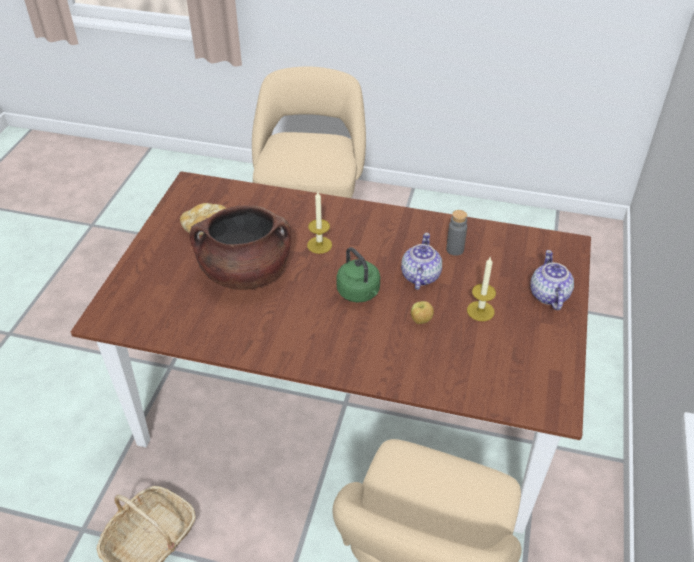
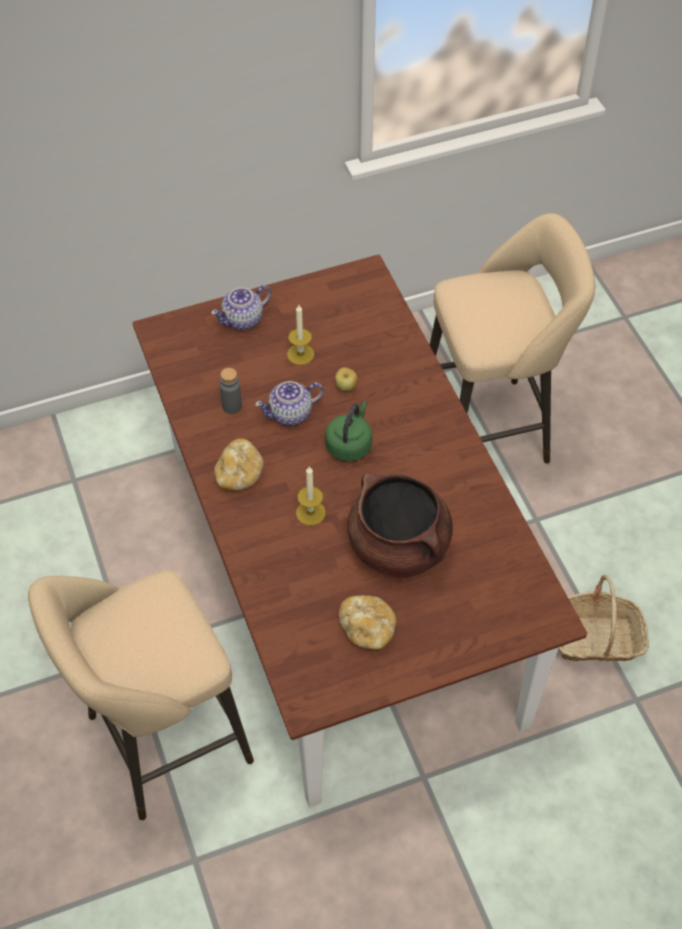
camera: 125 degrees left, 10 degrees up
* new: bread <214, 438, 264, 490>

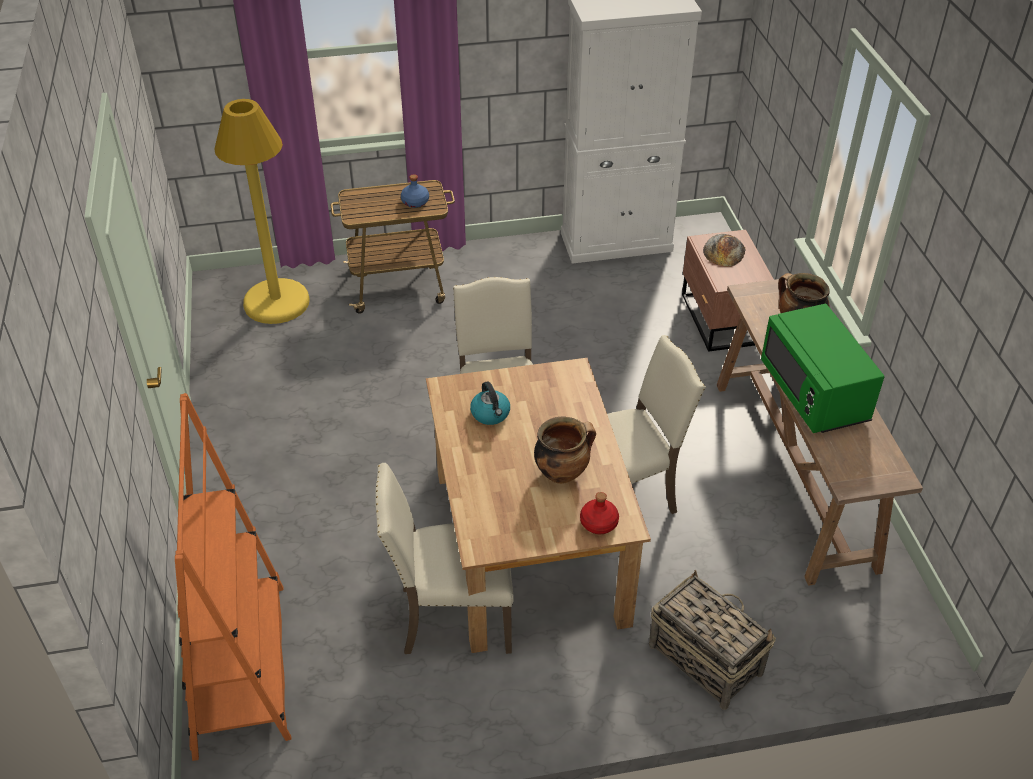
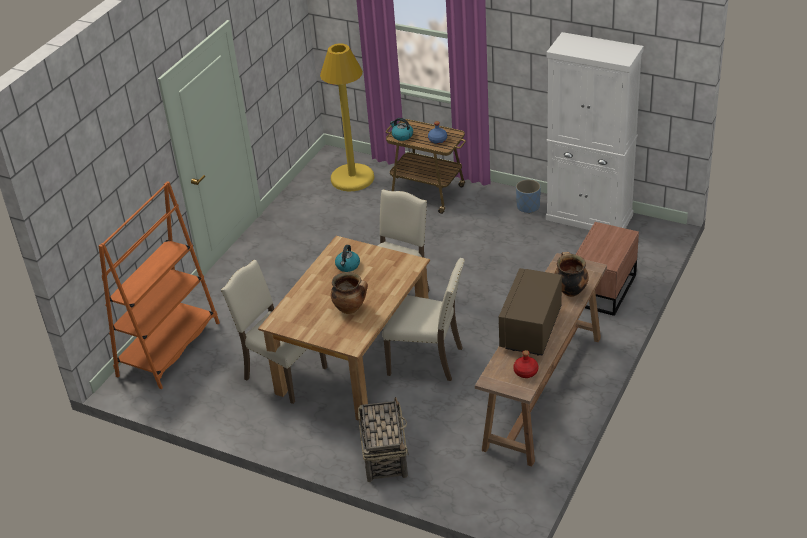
camera: 40 degrees right, 5 degrees down
* shifted: red bottle <580, 492, 619, 534> to <513, 350, 538, 378>
* gone: bread <703, 234, 745, 267>
* repainted: green microwave <761, 304, 884, 433> to brown microwave <498, 268, 562, 356>
* new: kettle <390, 118, 413, 141>
* new: blue planter <516, 179, 541, 214>

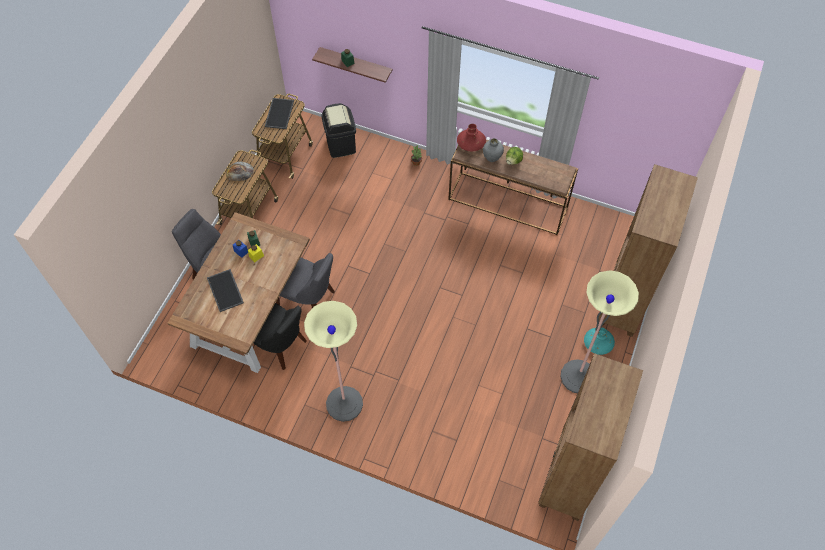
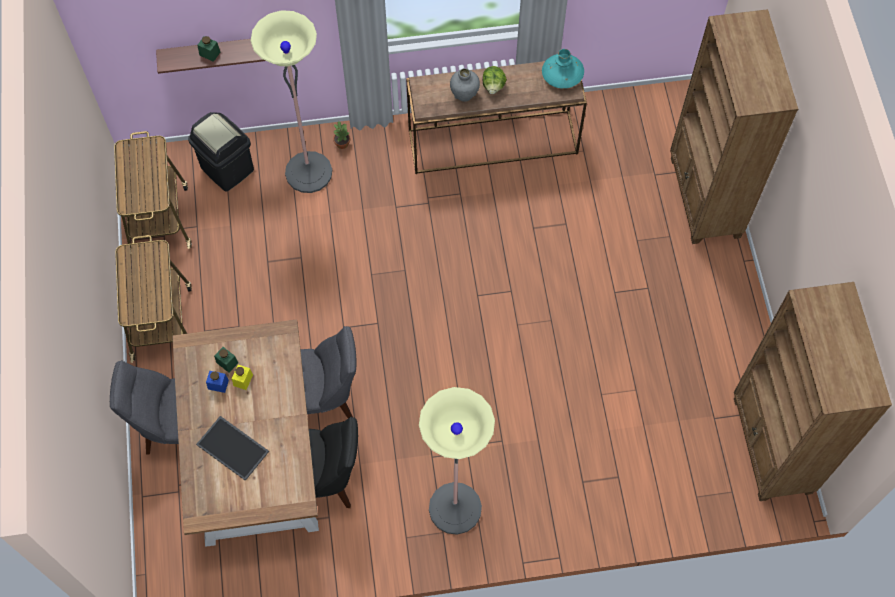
camera: 30 degrees left, 5 degrees up
* gone: bread <226, 162, 254, 181>
* gone: tray <265, 98, 294, 129>
* gone: red vase <457, 124, 486, 151>
* shifted: floor lamp <560, 270, 639, 393> to <251, 10, 332, 193>
* shifted: turquoise vase <584, 328, 615, 355> to <542, 49, 584, 89>

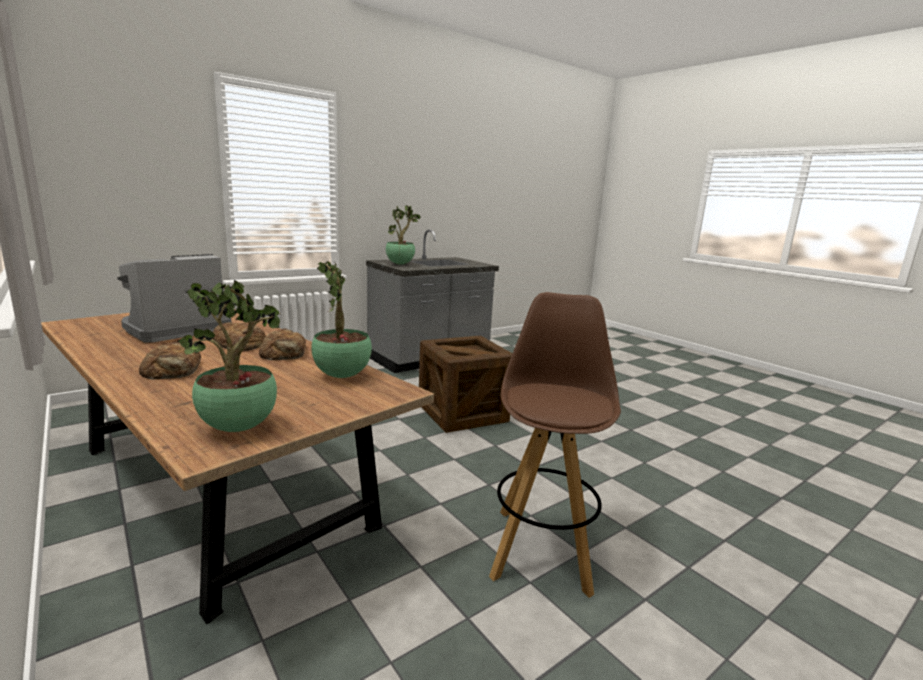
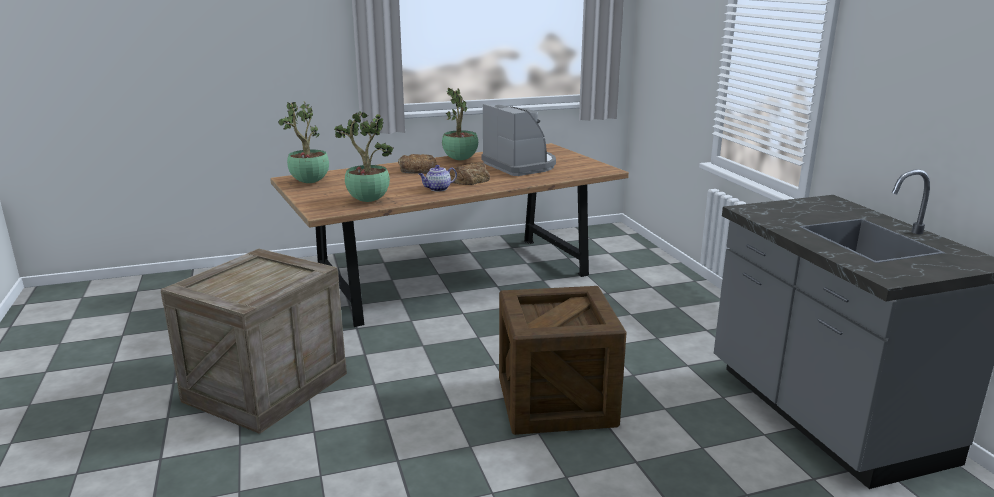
camera: 110 degrees right, 5 degrees up
* swapped: bread <259, 328, 306, 360> to teapot <418, 165, 457, 192>
* shifted: potted plant <386, 205, 421, 265> to <442, 88, 478, 160>
* swapped: brown stool <489, 292, 621, 598> to crate <161, 249, 347, 434>

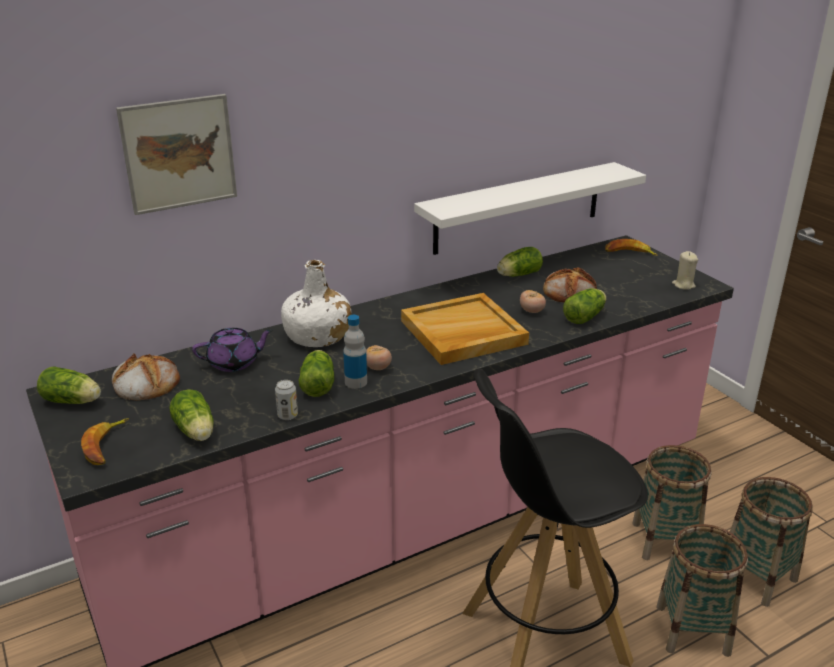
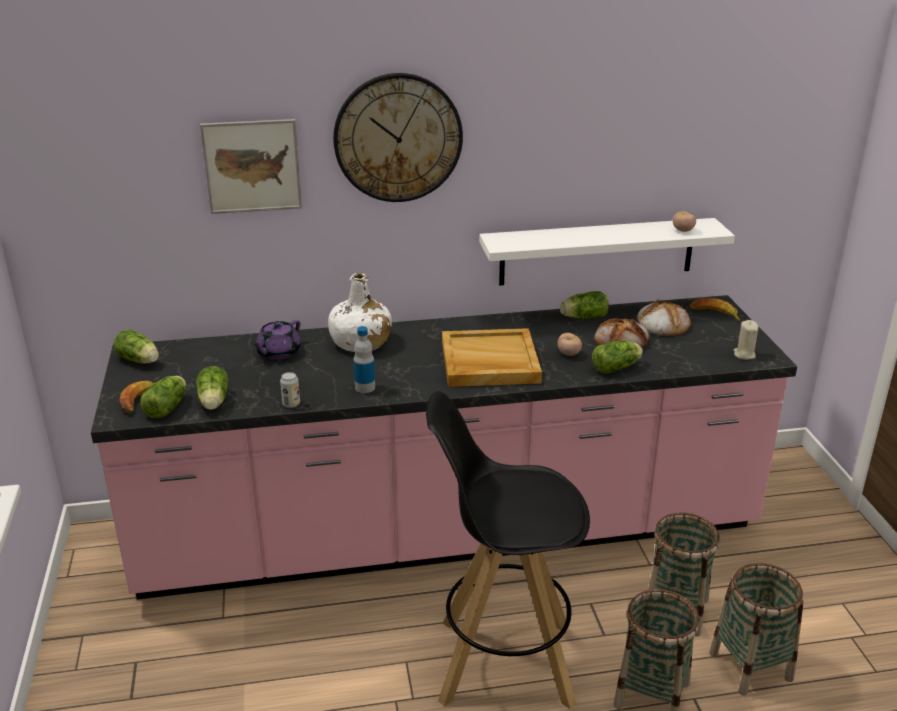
camera: 20 degrees right, 0 degrees up
* shifted: bread <112, 353, 180, 401> to <637, 299, 691, 336>
* rotated: purple teapot <192, 327, 273, 372> = <251, 320, 301, 360> 120 degrees clockwise
* shifted: lettuce <299, 350, 334, 397> to <140, 376, 186, 418>
* shifted: tomato <366, 345, 392, 370> to <673, 211, 696, 232>
* new: wall clock <333, 73, 463, 202>

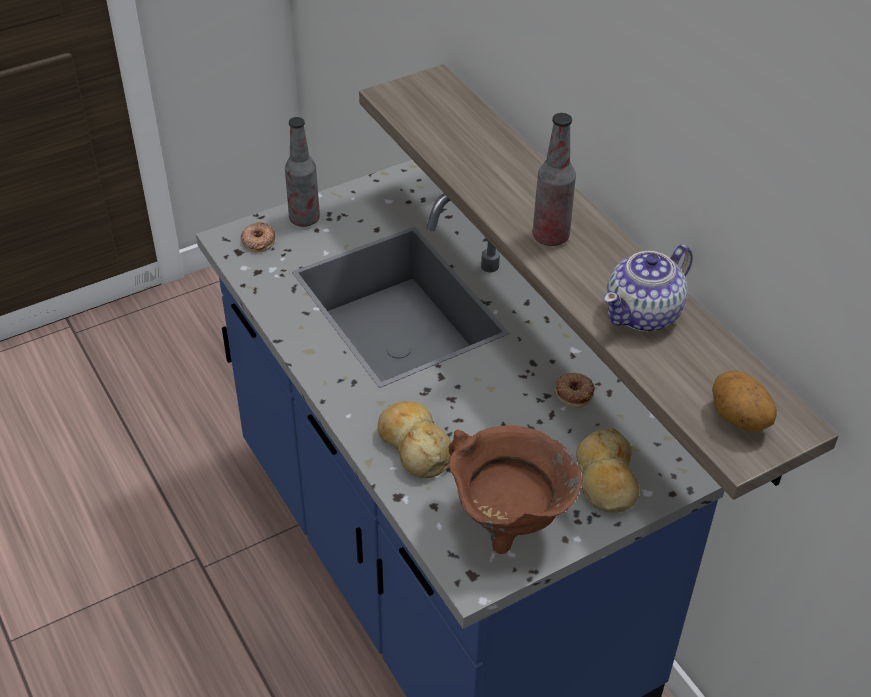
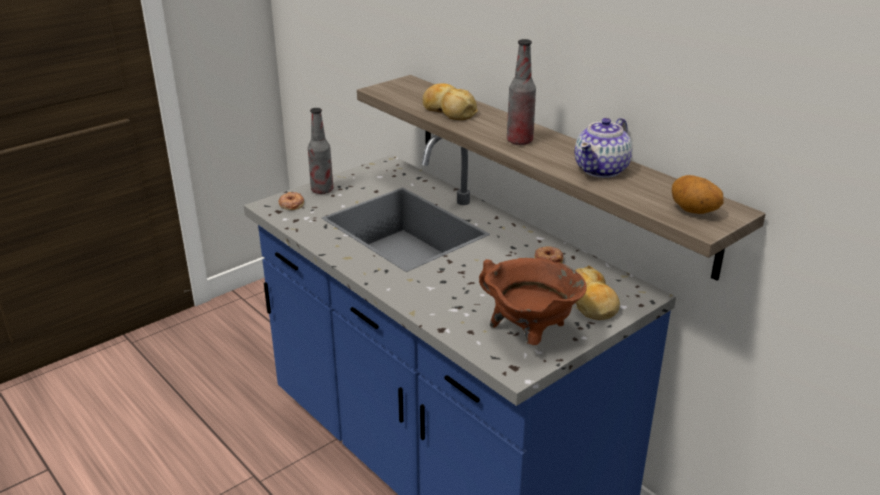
camera: 10 degrees left, 15 degrees down
* shifted: bread <378, 401, 451, 478> to <423, 83, 478, 120>

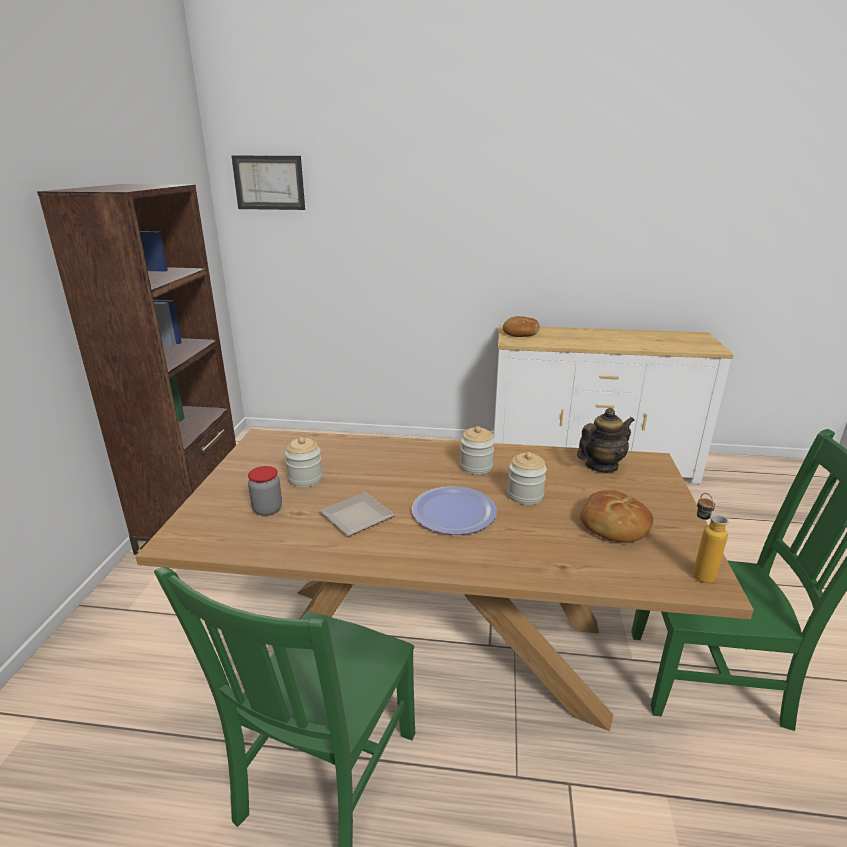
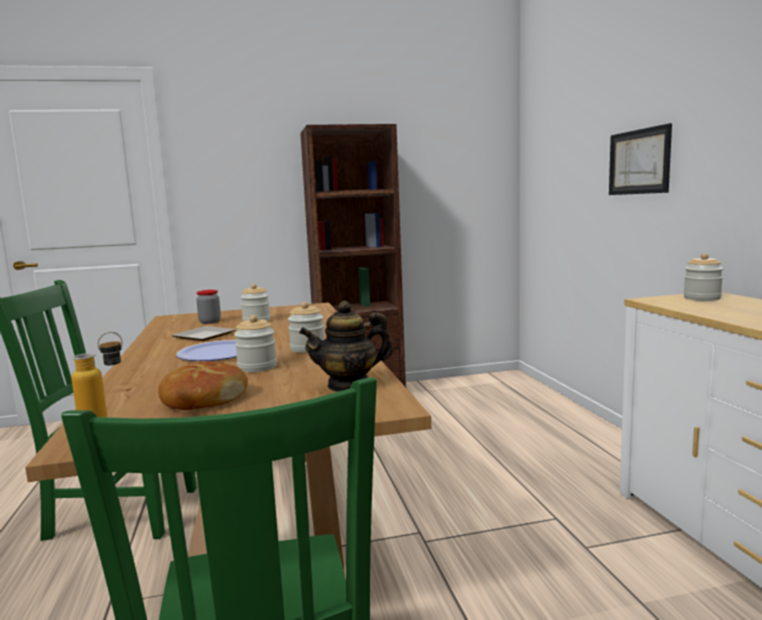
camera: 70 degrees right, 15 degrees down
* shifted: picture <232, 156, 305, 210> to <609, 123, 672, 195>
* swapped: bread <503, 316, 540, 337> to jar <684, 253, 723, 301>
* rotated: teapot <577, 408, 635, 472> = <299, 301, 393, 392> 120 degrees clockwise

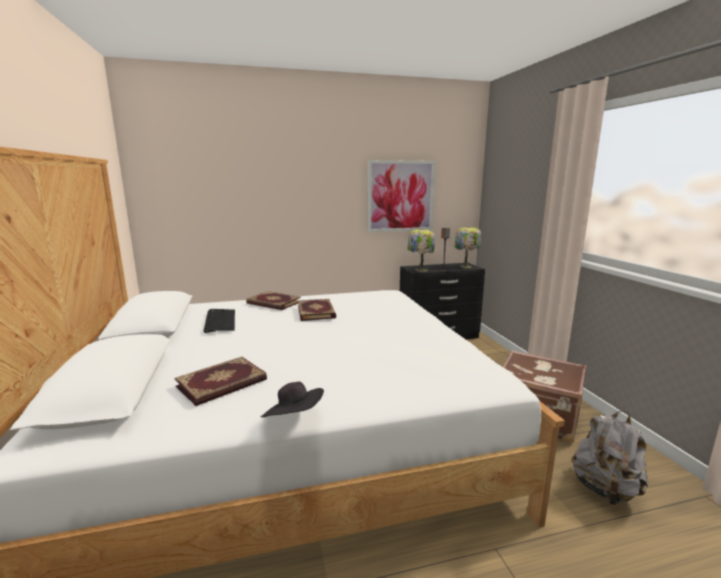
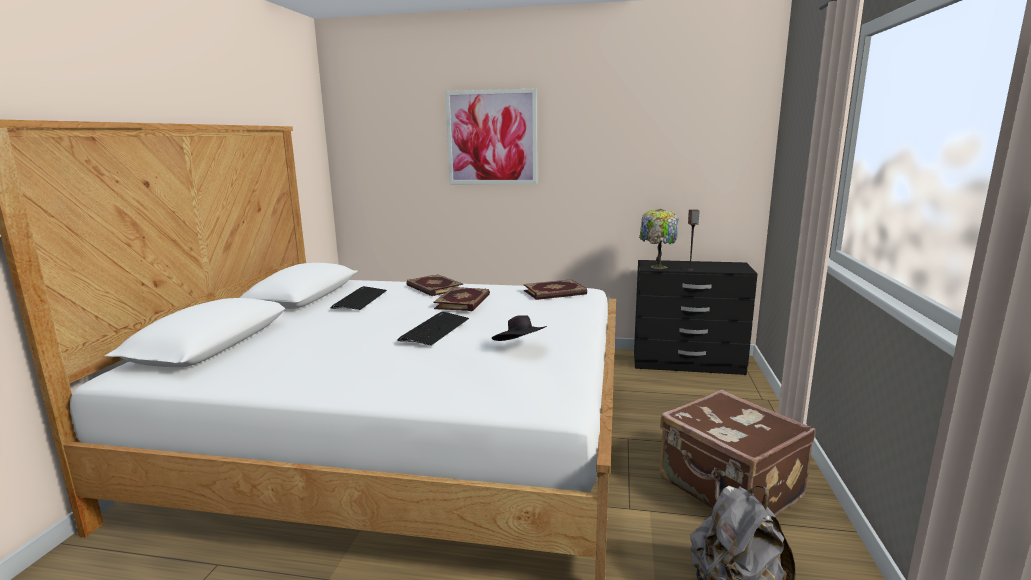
camera: 25 degrees right, 0 degrees up
* shifted: book <174, 357, 267, 406> to <523, 279, 587, 300>
* shifted: black hat <261, 382, 324, 417> to <492, 315, 547, 341>
* shifted: picture <368, 160, 435, 232> to <445, 88, 537, 184>
* gone: table lamp <455, 226, 481, 268>
* new: keyboard <397, 312, 469, 346>

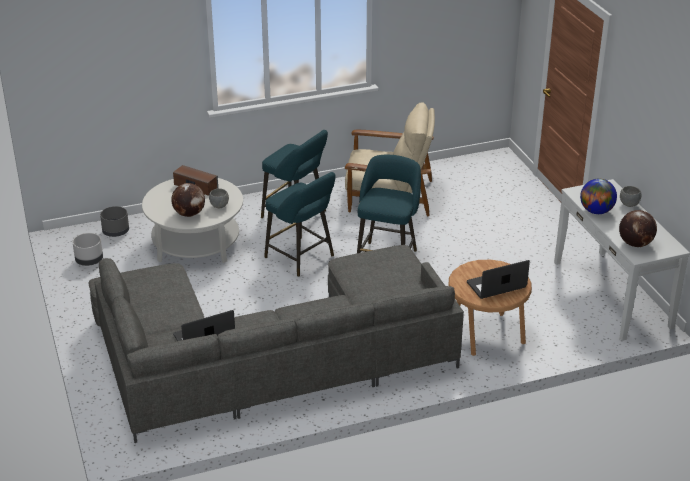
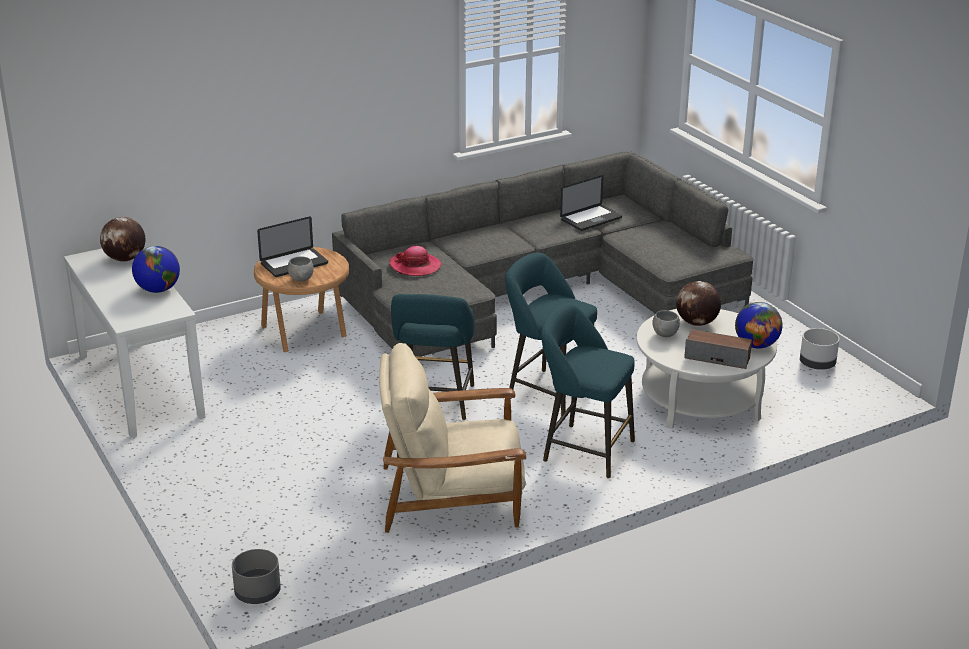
camera: 170 degrees right, 5 degrees down
* shifted: grey planter <100, 206, 129, 237> to <232, 549, 281, 604>
* shifted: grey bowl <620, 186, 642, 207> to <288, 257, 314, 282>
* new: hat <389, 246, 442, 276>
* new: globe <735, 302, 783, 349>

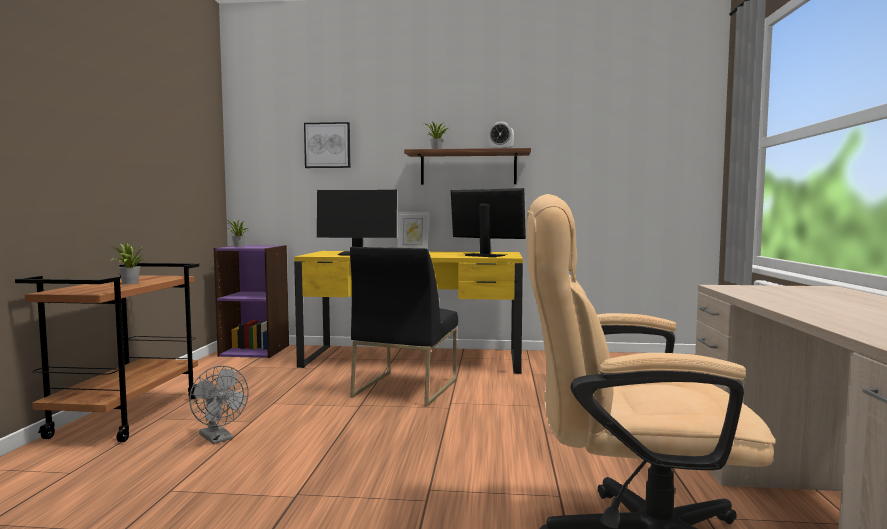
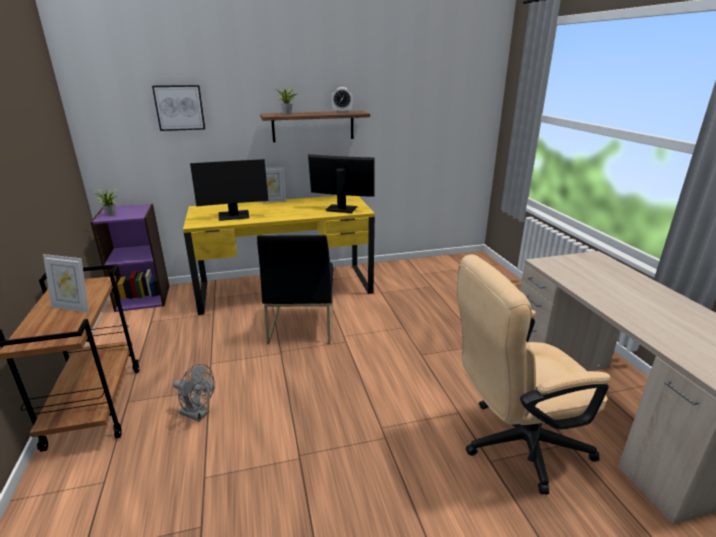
camera: 20 degrees left, 20 degrees up
* swapped: potted plant <109, 241, 145, 284> to picture frame <43, 254, 89, 313>

